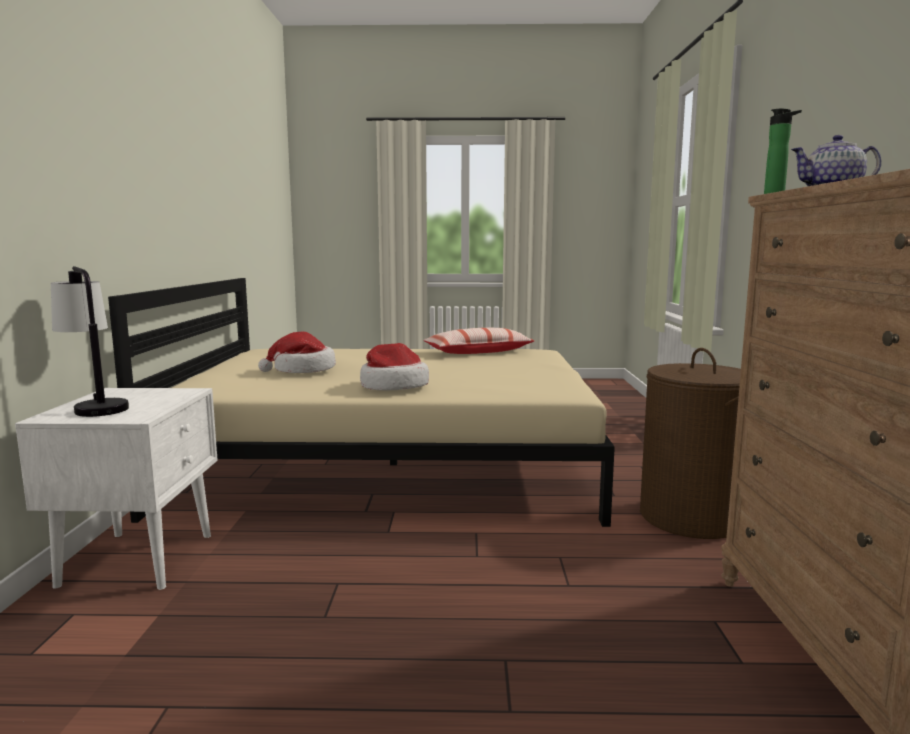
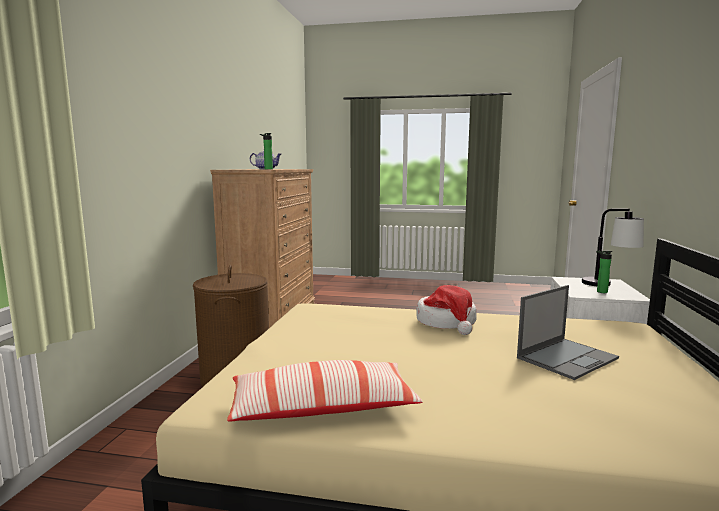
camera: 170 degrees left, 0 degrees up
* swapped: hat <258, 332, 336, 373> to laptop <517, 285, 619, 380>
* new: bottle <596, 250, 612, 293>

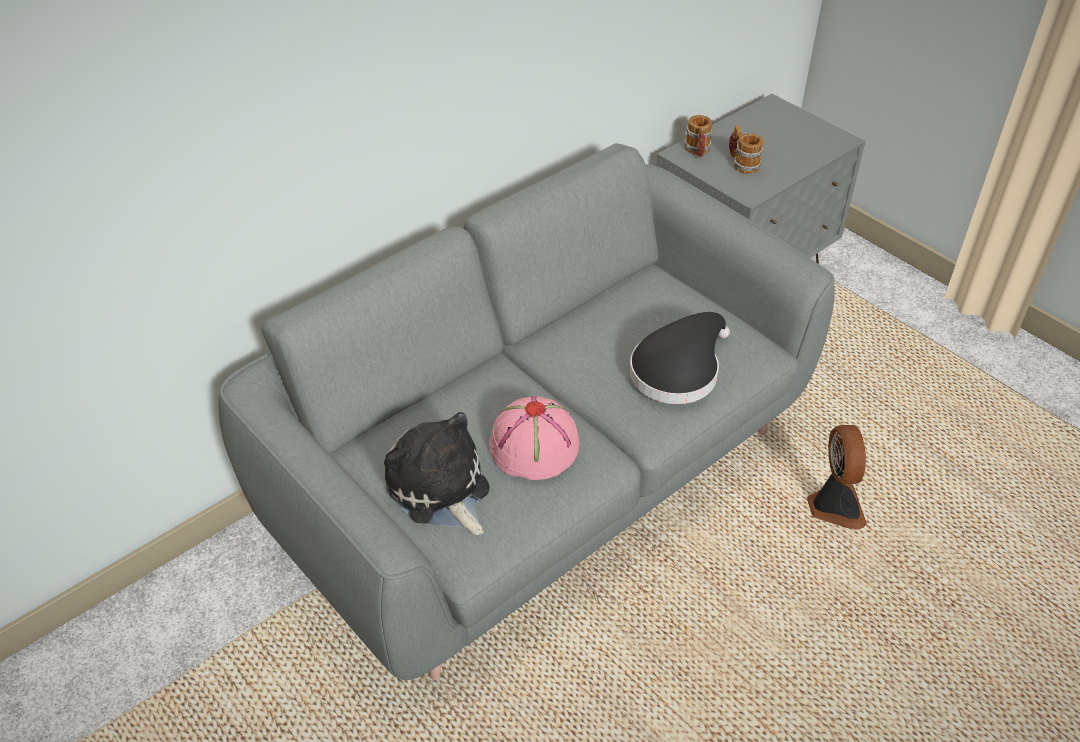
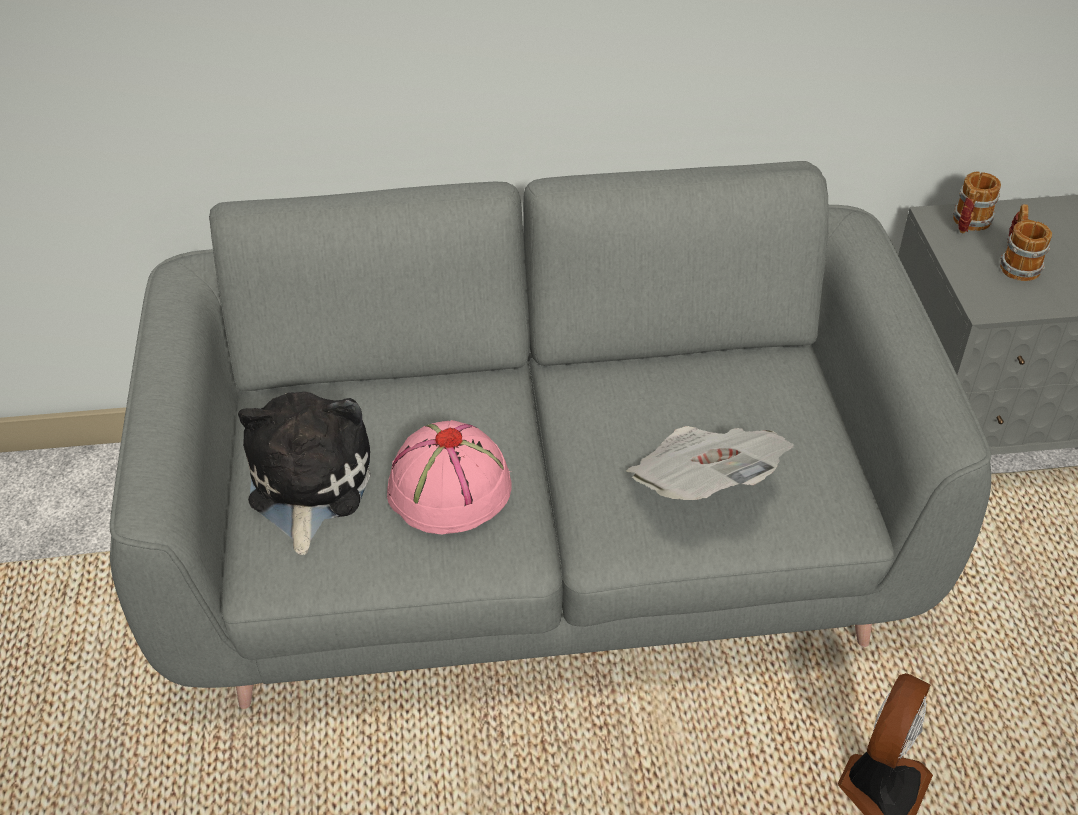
camera: 35 degrees right, 0 degrees up
* swapped: black hat <629, 312, 730, 404> to newspaper <626, 426, 794, 500>

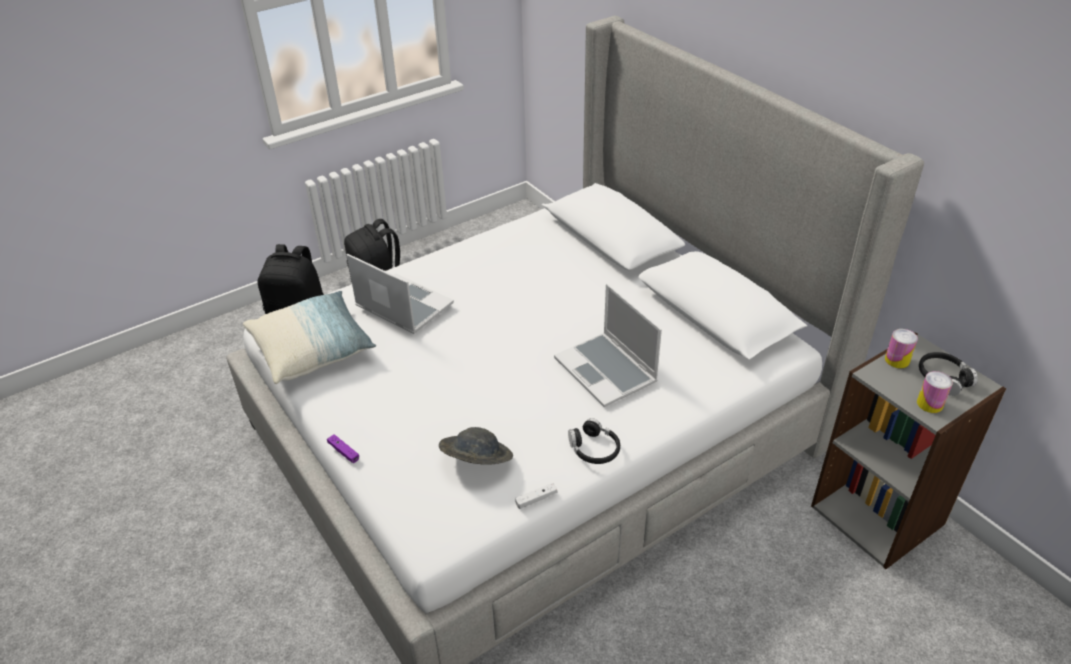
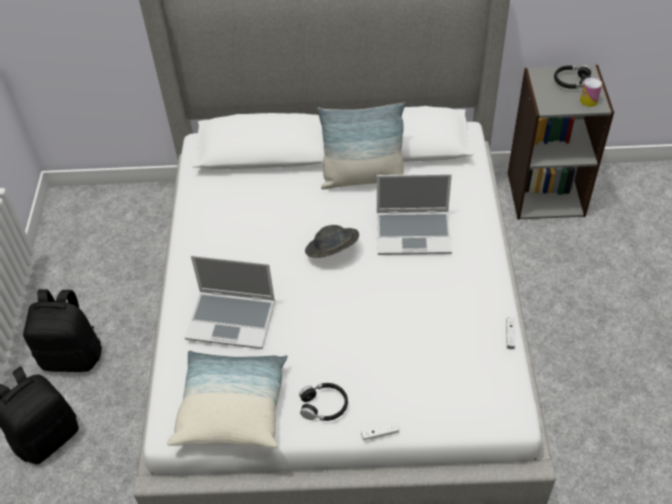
camera: 55 degrees left, 10 degrees up
* repainted: purple game controller <327, 434, 359, 463> to white game controller <361, 423, 399, 440>
* rotated: laptop <347, 254, 454, 334> = <185, 255, 275, 349> 150 degrees counterclockwise
* shifted: grey hat <439, 427, 513, 465> to <305, 225, 359, 258>
* shifted: black headphones <568, 418, 620, 464> to <299, 383, 348, 421>
* gone: can <885, 329, 918, 368>
* new: pillow <317, 102, 406, 189>

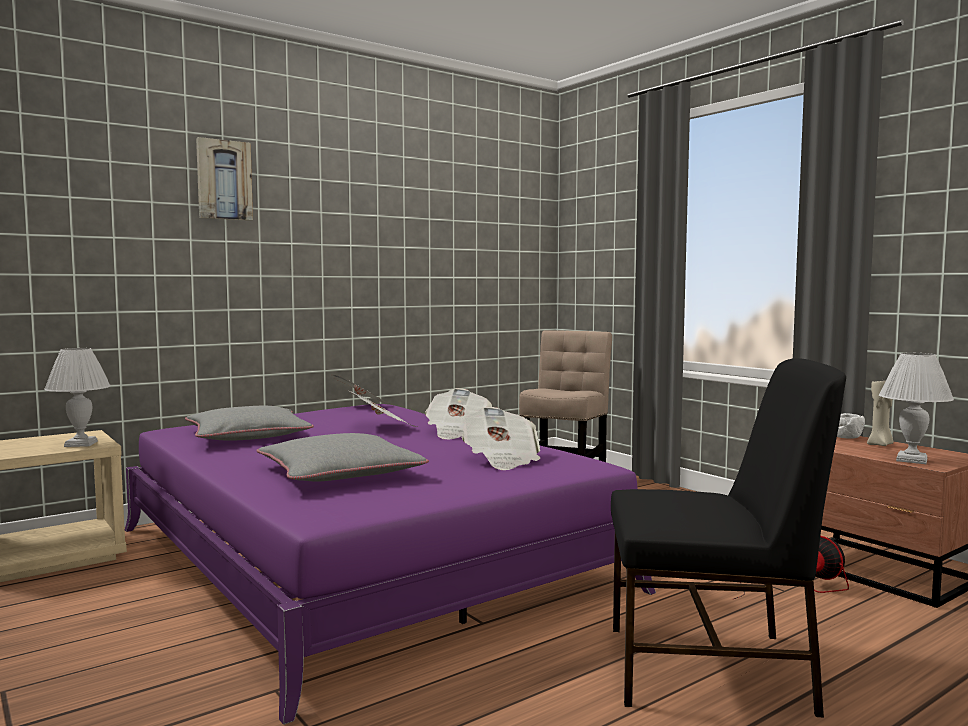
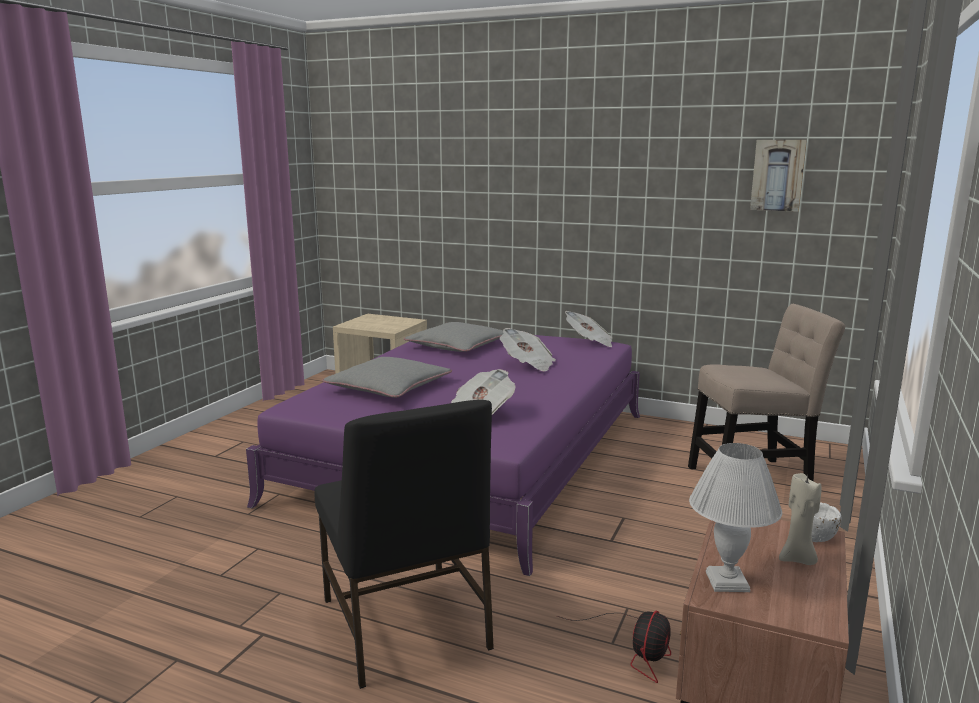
camera: 60 degrees right, 10 degrees up
* gone: white table lamp <44, 348, 110, 447>
* shifted: picture <196, 137, 253, 221> to <750, 140, 807, 212>
* gone: newspaper <425, 388, 492, 439>

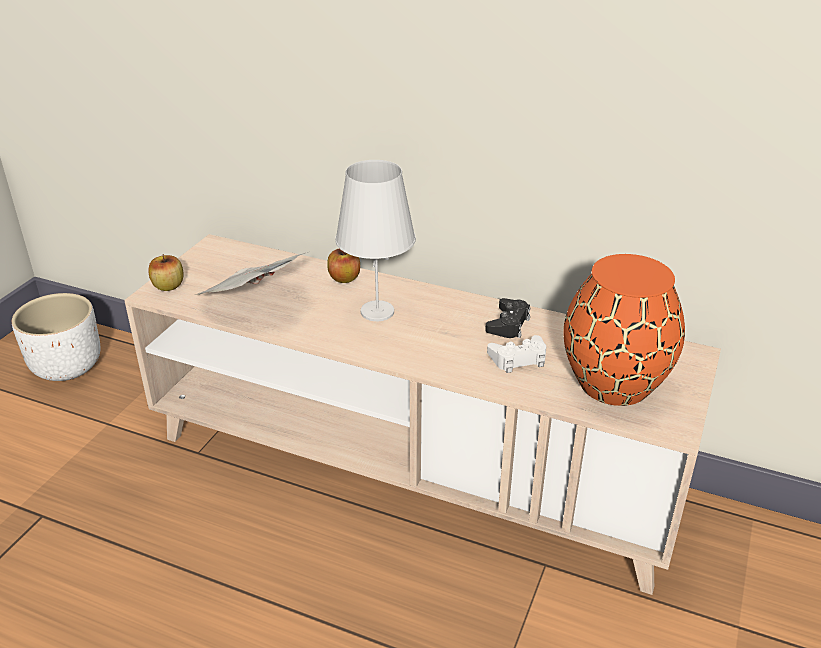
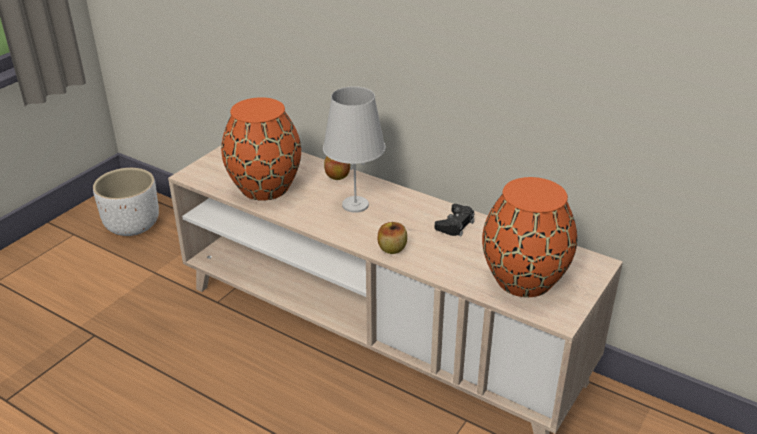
camera: 10 degrees right, 0 degrees up
* shifted: apple <148, 254, 184, 291> to <378, 222, 407, 254>
* swapped: newspaper <195, 252, 308, 295> to orange vase <221, 97, 301, 201>
* gone: white game controller <487, 335, 546, 373>

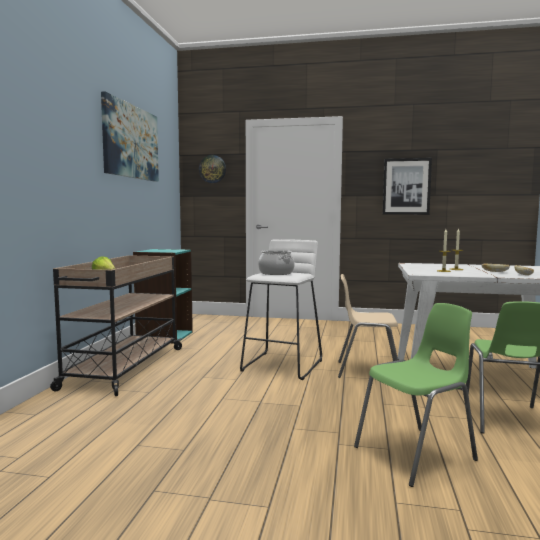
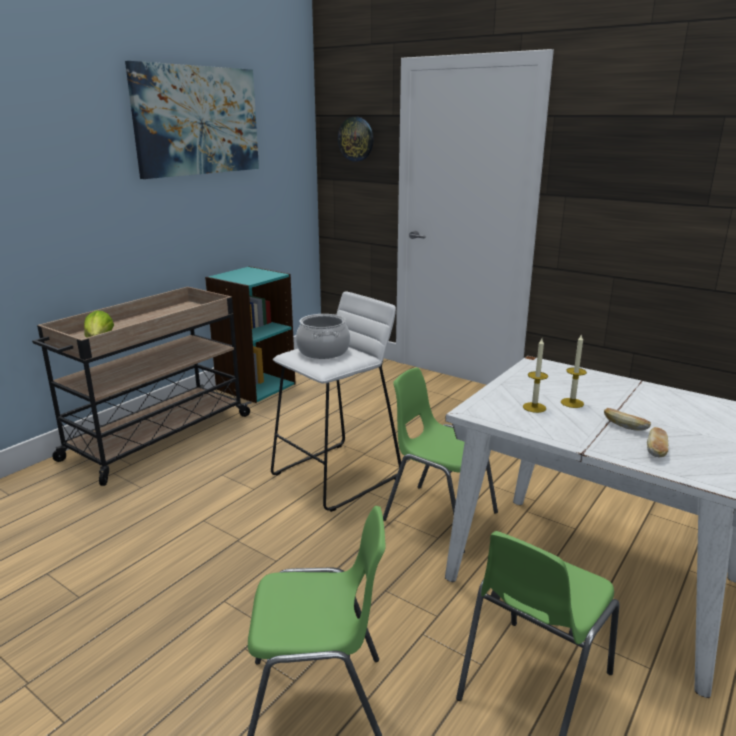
camera: 25 degrees right, 15 degrees up
* repainted: beige chair <338, 274, 398, 378> to green chair <383, 367, 498, 553>
* gone: picture <383, 158, 432, 215>

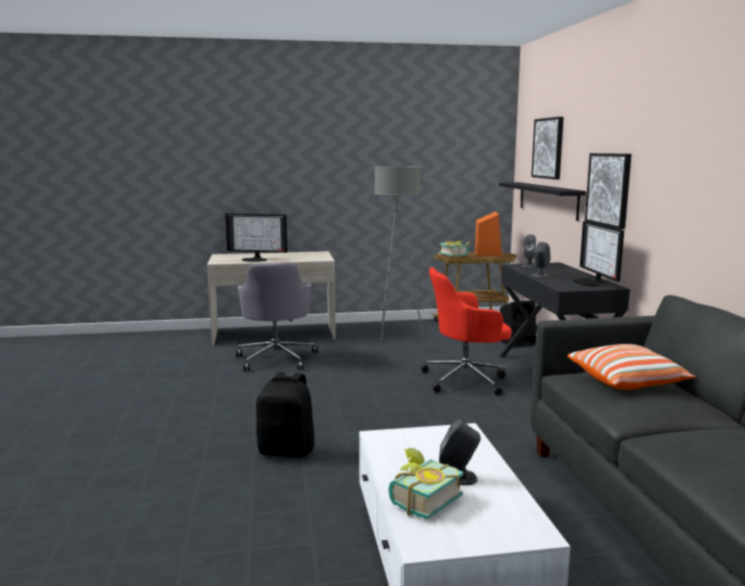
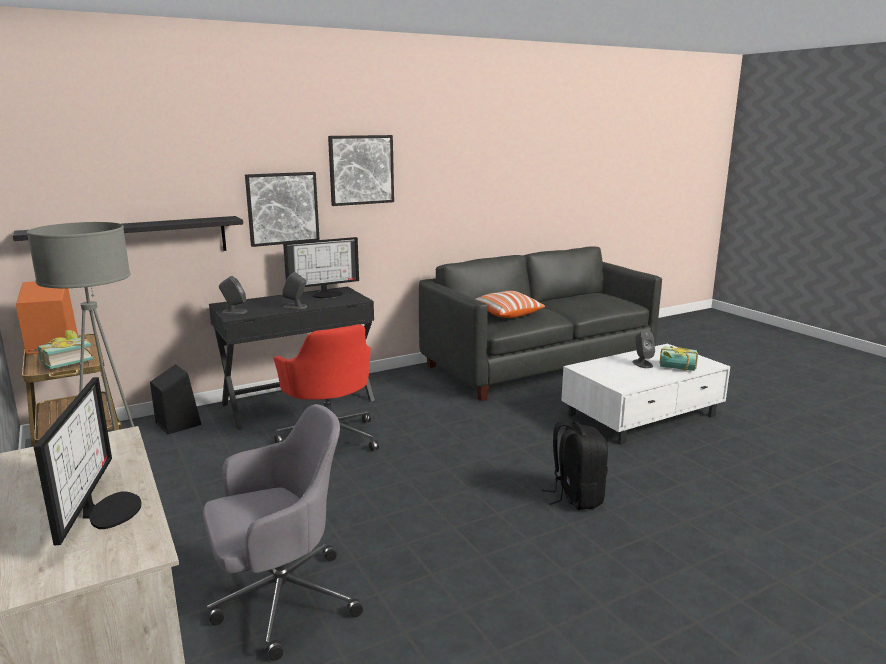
camera: 110 degrees left, 5 degrees up
* shifted: picture <531, 117, 564, 180> to <328, 135, 394, 206>

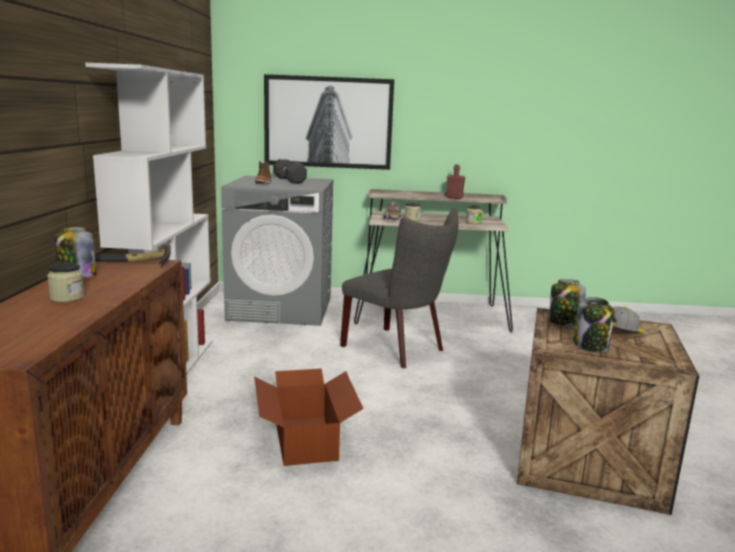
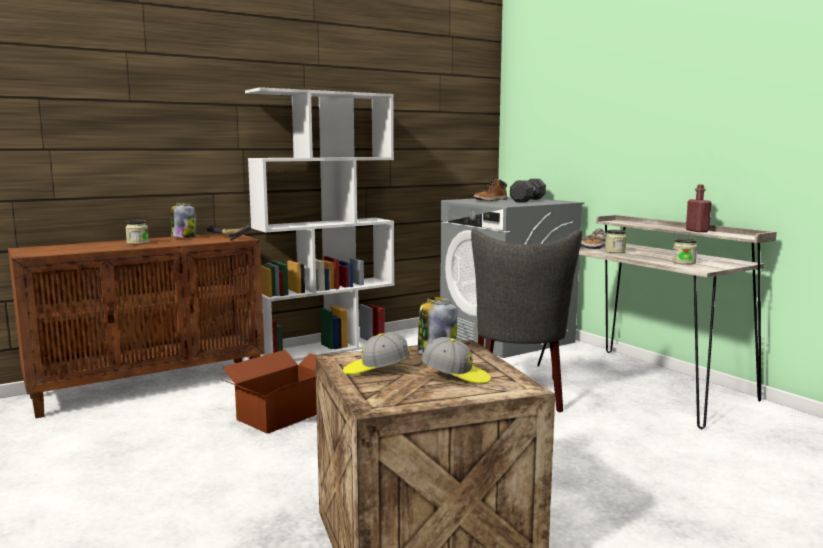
camera: 55 degrees right, 5 degrees down
* gone: picture <264, 74, 394, 170>
* swapped: jar <573, 297, 615, 352> to cap <343, 333, 410, 374>

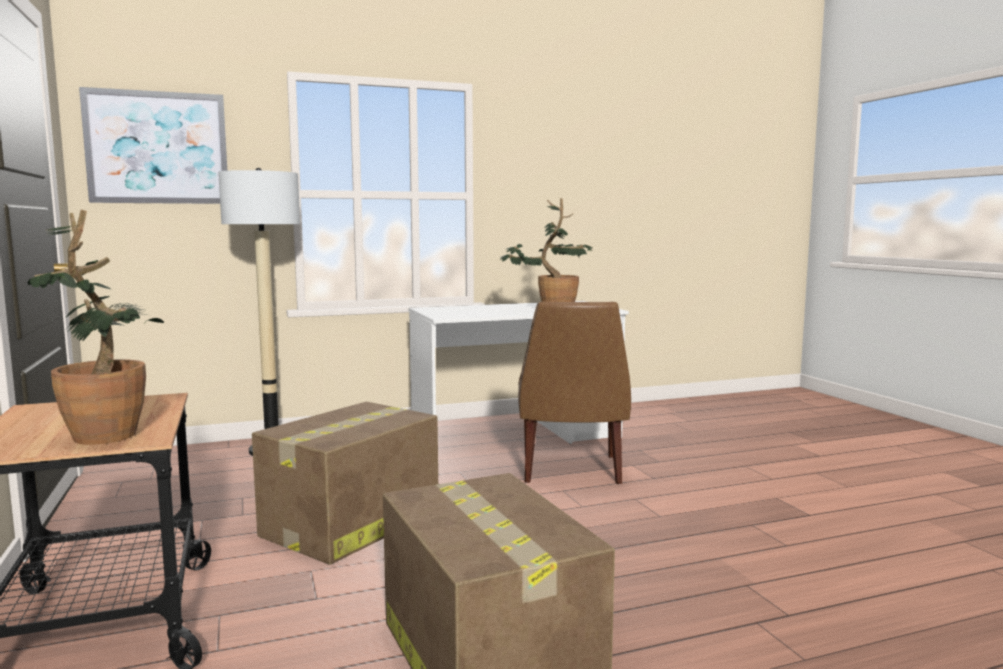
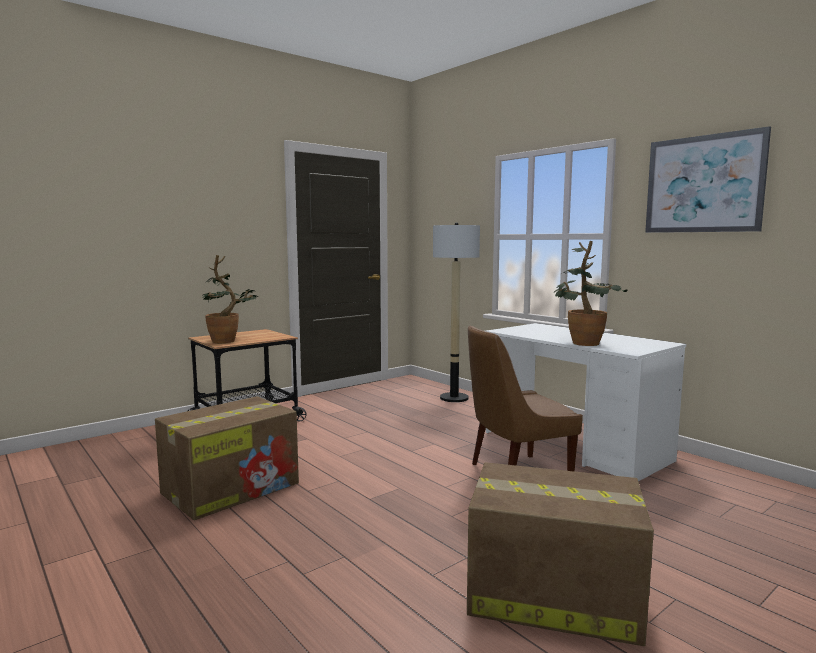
camera: 70 degrees right, 0 degrees up
* shifted: picture <79, 87, 227, 204> to <645, 126, 771, 233>
* shifted: cardboard box <252, 402, 438, 565> to <467, 462, 654, 646>

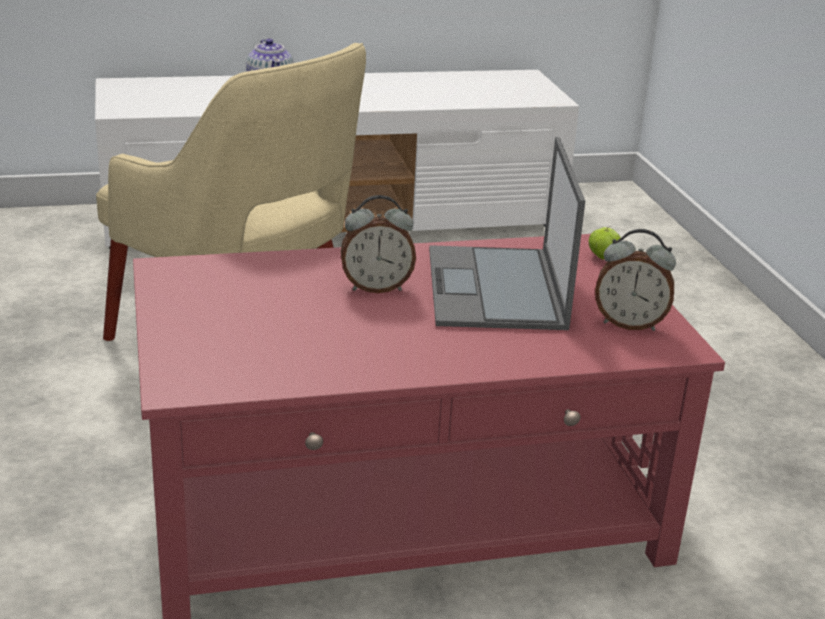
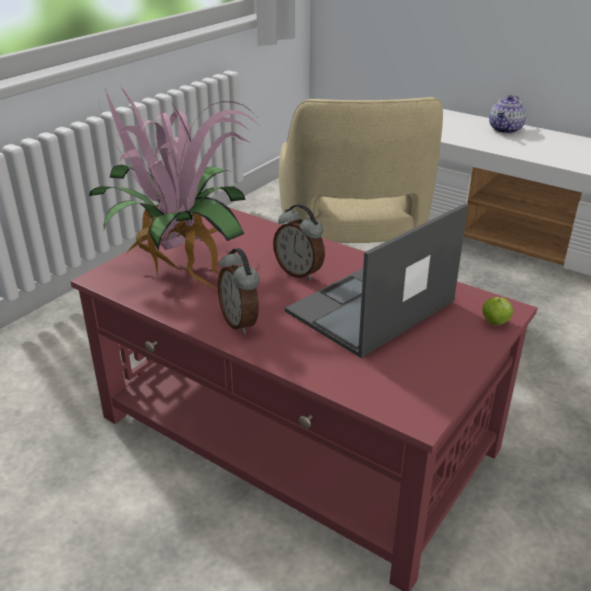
camera: 50 degrees right, 5 degrees up
* shifted: alarm clock <595, 229, 676, 331> to <218, 248, 259, 334>
* new: potted plant <89, 82, 256, 290>

